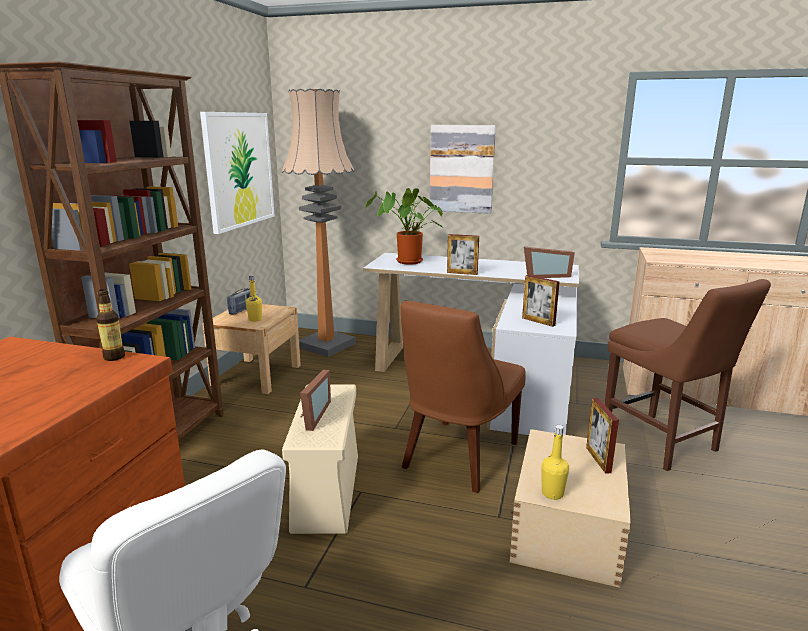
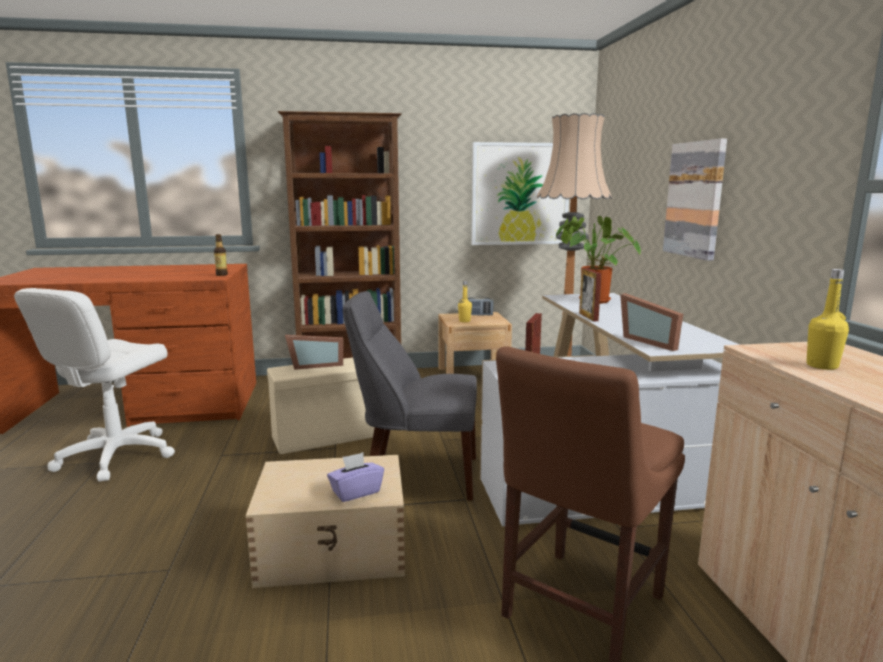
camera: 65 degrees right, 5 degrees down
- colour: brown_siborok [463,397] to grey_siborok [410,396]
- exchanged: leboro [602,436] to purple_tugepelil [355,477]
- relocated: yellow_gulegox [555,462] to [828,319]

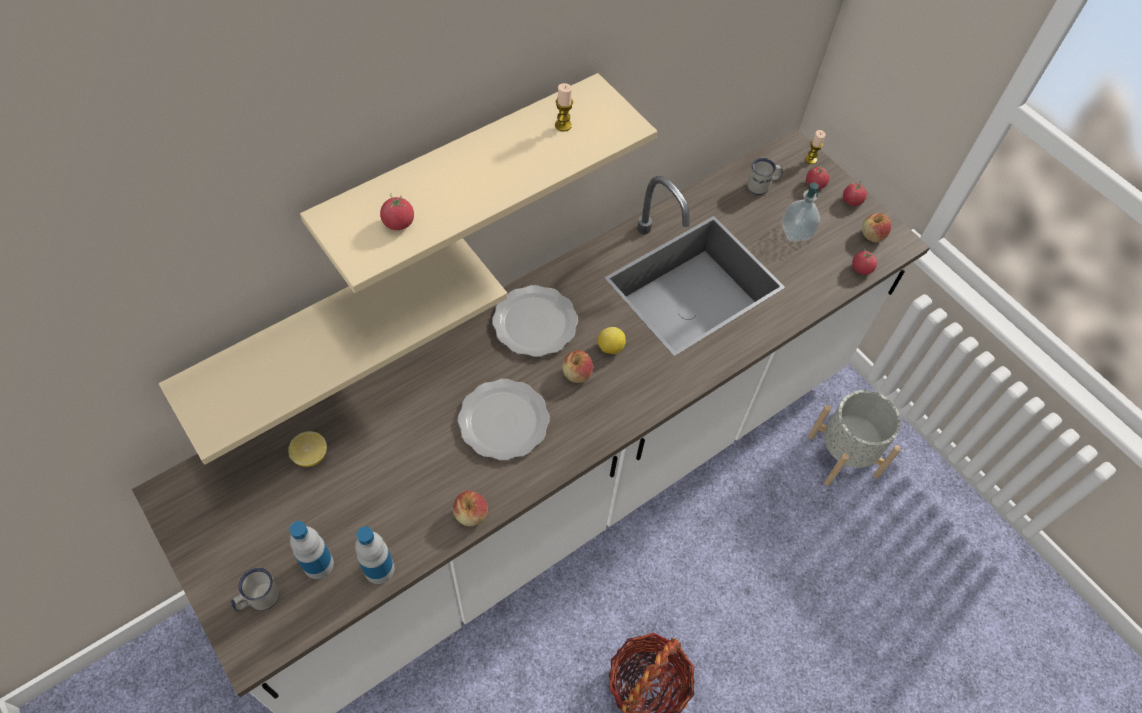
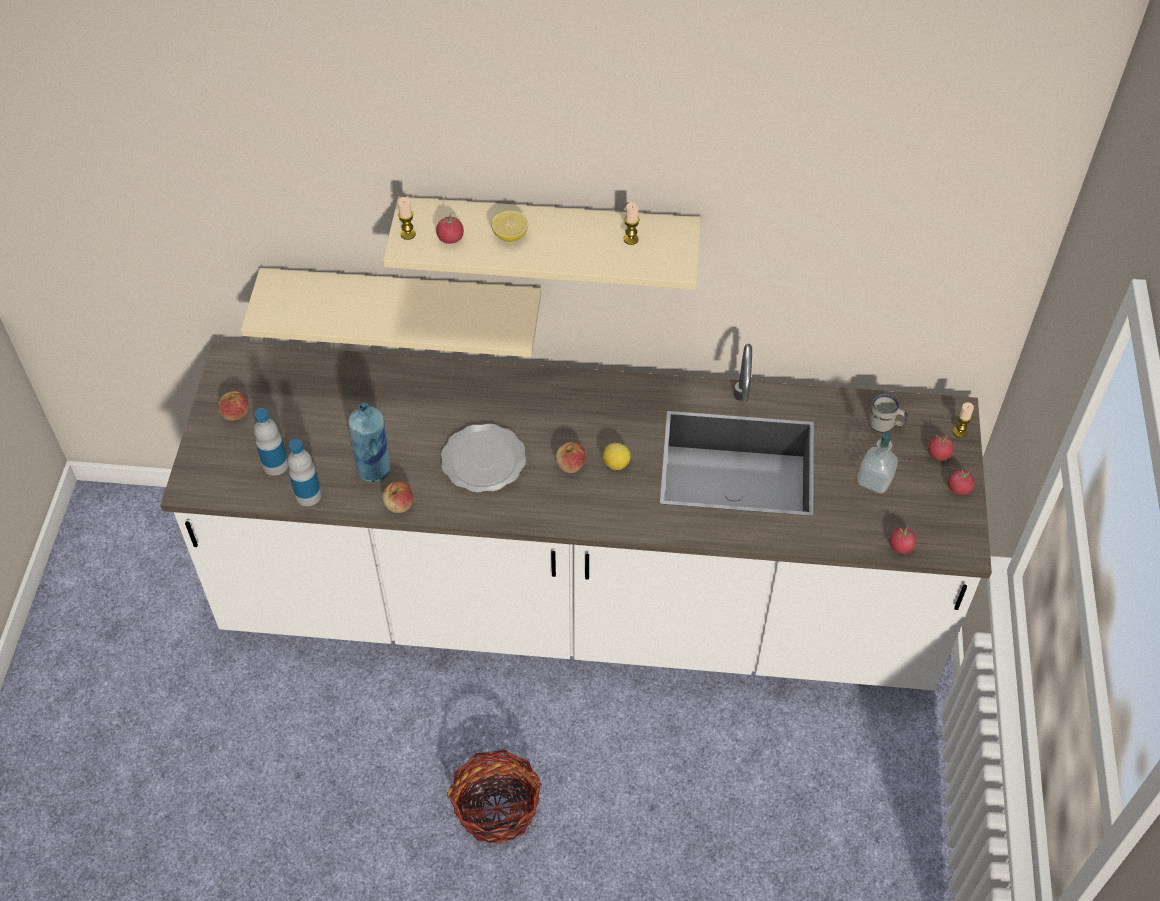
camera: 45 degrees right, 5 degrees down
- relocated: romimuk [876,227] to [233,406]
- missing: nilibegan [535,321]
- missing: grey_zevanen [854,438]
- relocated: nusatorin [307,449] to [509,226]
- missing: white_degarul [255,589]
- appeared: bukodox [407,218]
- appeared: blue_gulegox [369,442]

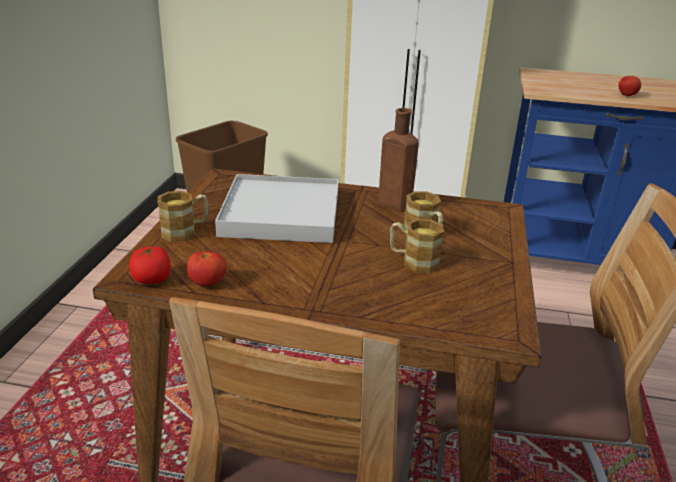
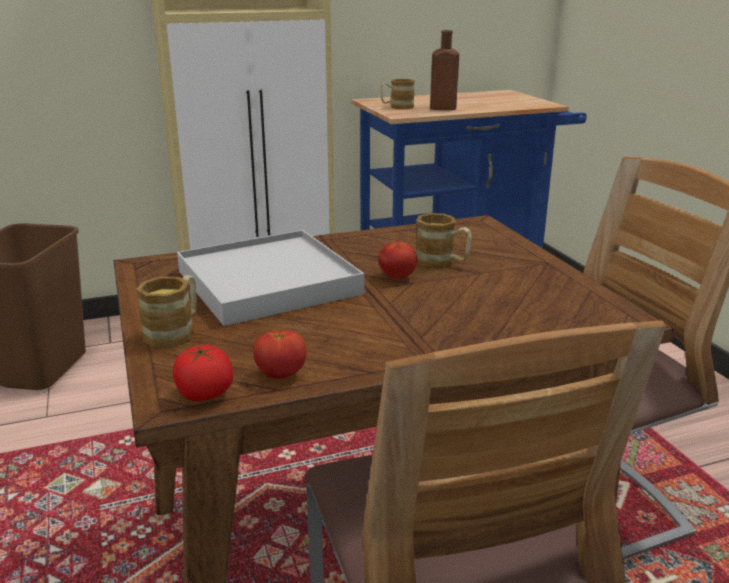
camera: 30 degrees left, 5 degrees down
- relocated: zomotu [630,86] to [398,260]
- relocated: brown_gulegox [398,160] to [444,70]
- relocated: degarul [417,246] to [398,94]

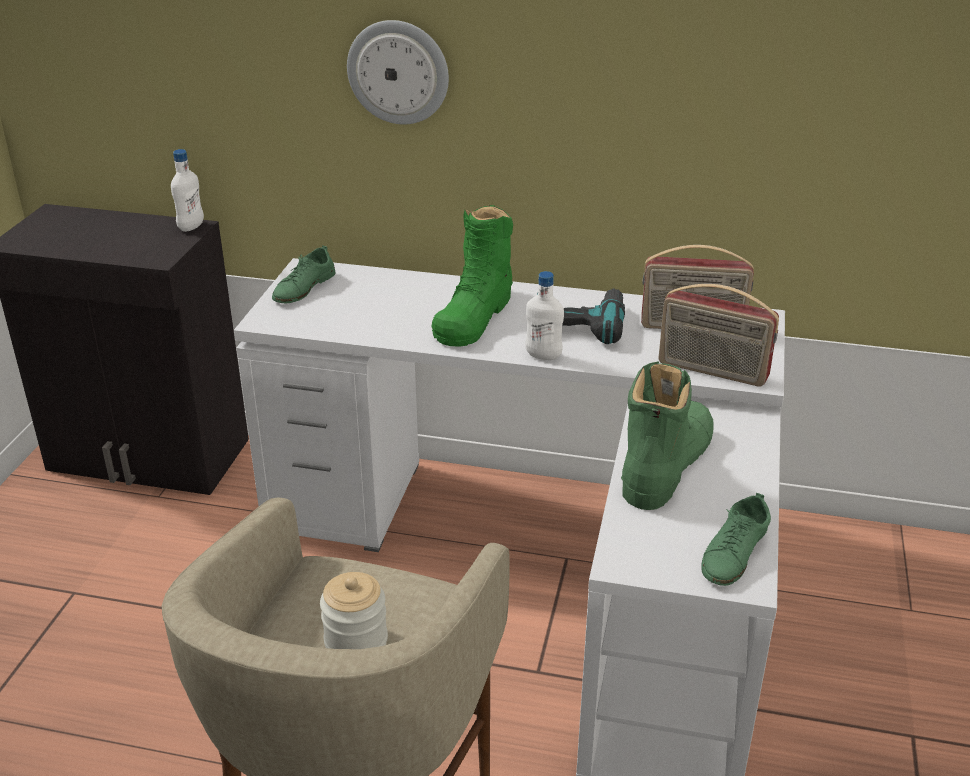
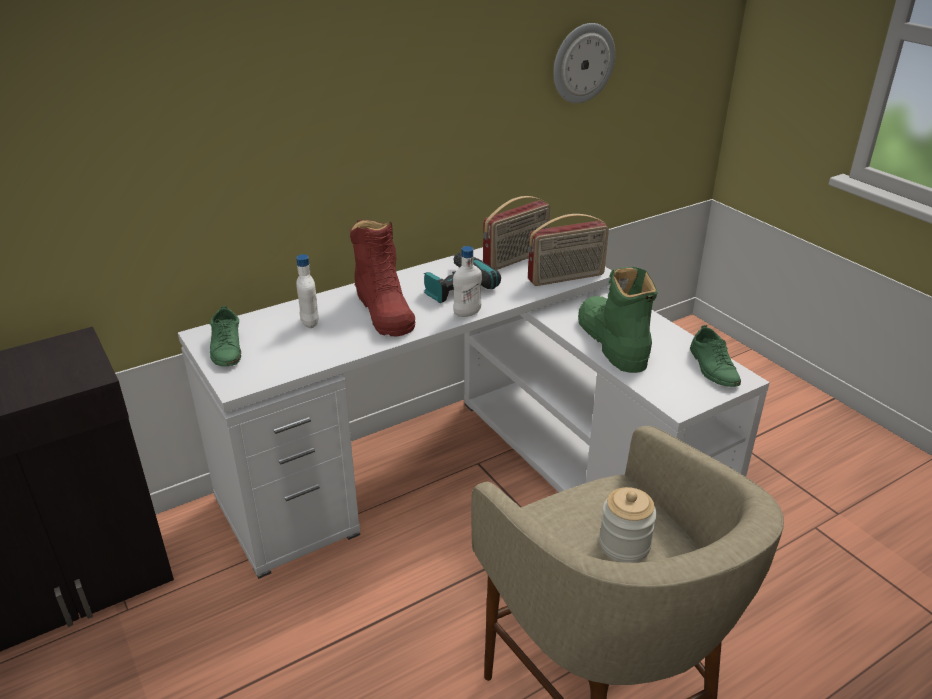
camera: 45 degrees left, 0 degrees up
- relocated: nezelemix [398,72] to [584,63]
- relocated: white_gulegox [187,190] to [307,291]
- colour: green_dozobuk [472,276] to red_dozobuk [382,278]

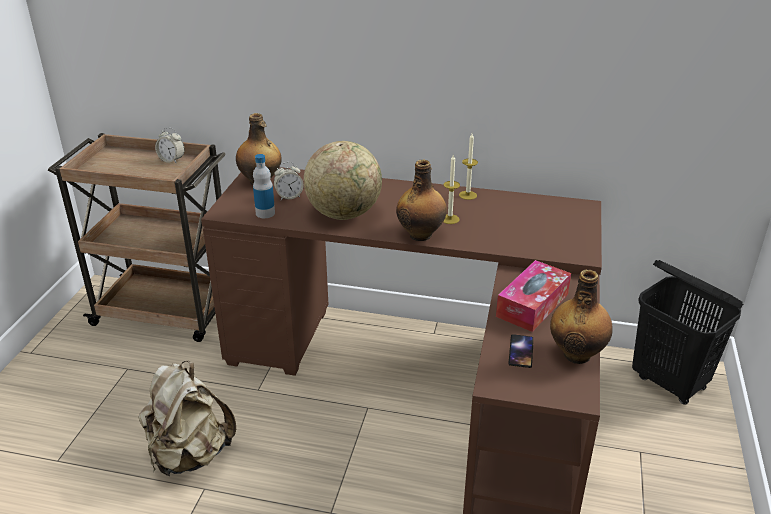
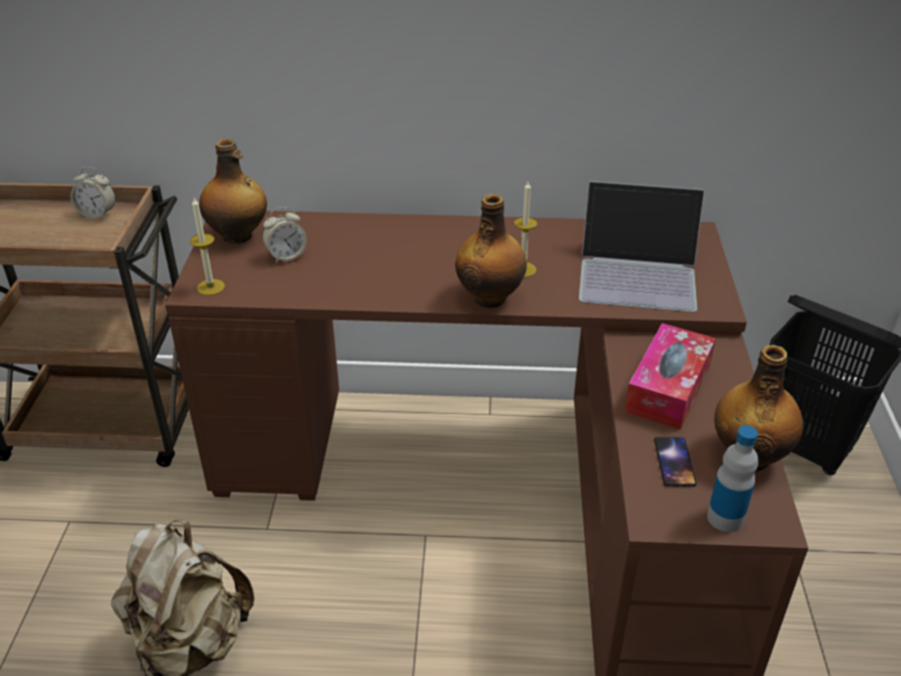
camera: 10 degrees left, 5 degrees up
- relocated: bukodox [468,167] to [207,246]
- missing: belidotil [343,180]
- relocated: gulegox [264,186] to [732,478]
- appeared: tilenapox [642,246]

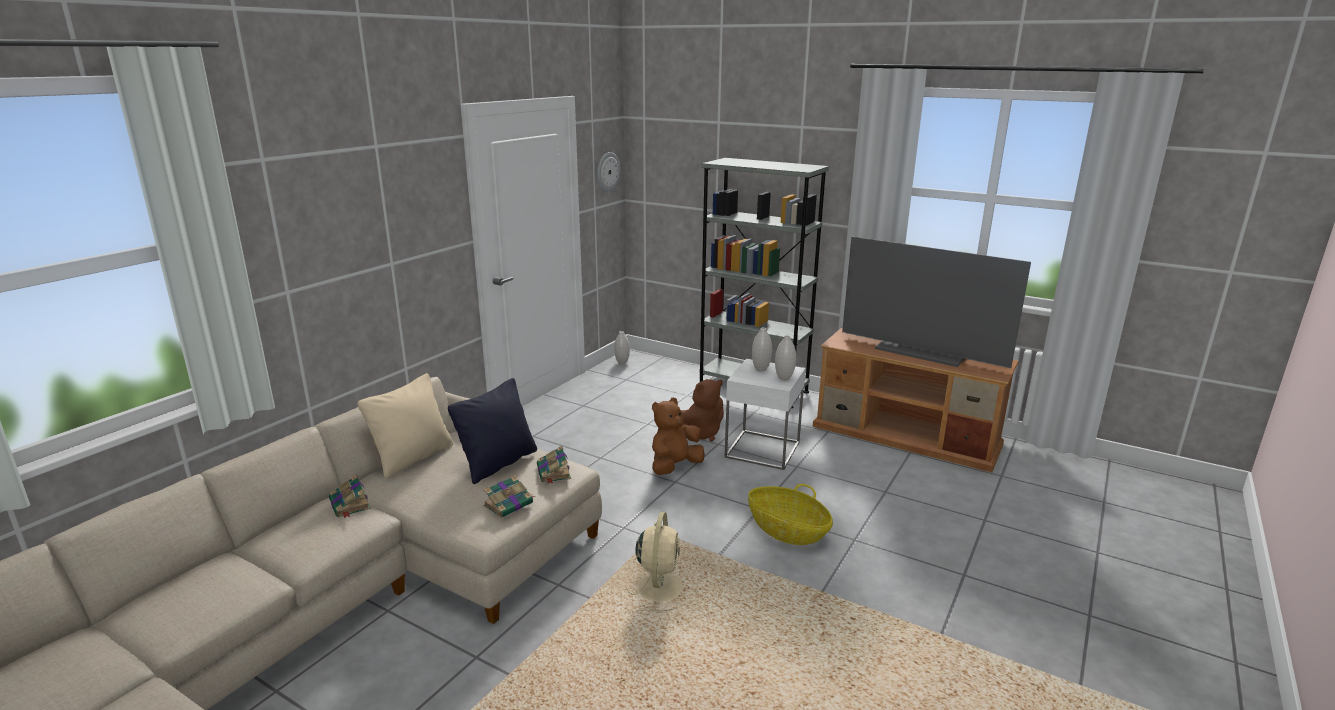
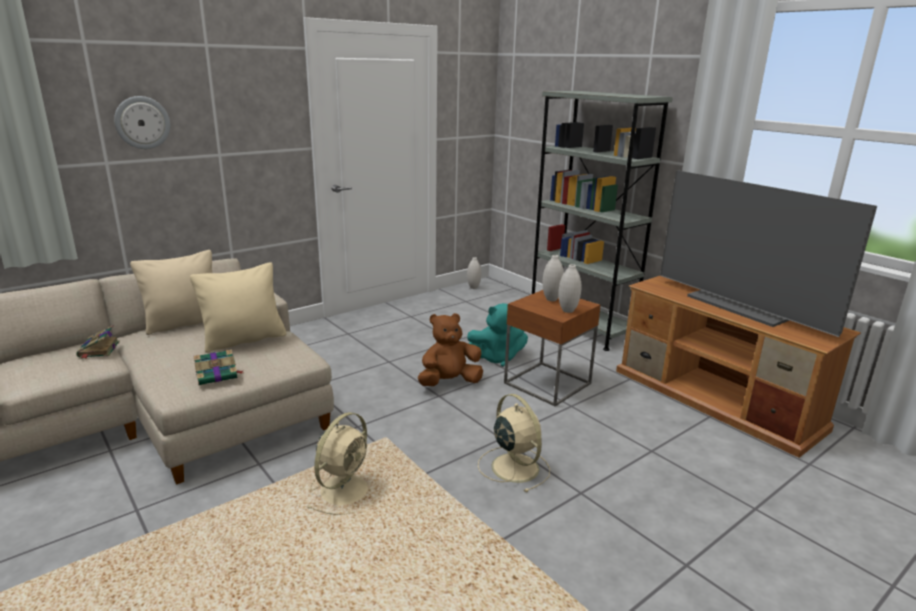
camera: 20 degrees right, 0 degrees up
- relocated: nezelemix [608,172] to [142,122]
- colour: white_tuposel [765,414] to brown_tuposel [552,348]
- colour: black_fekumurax [492,431] to beige_fekumurax [238,307]
- colour: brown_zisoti [702,410] to turquoise_zisoti [497,335]
- missing: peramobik [554,465]
- exchanged: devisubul [790,514] to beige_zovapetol [514,443]

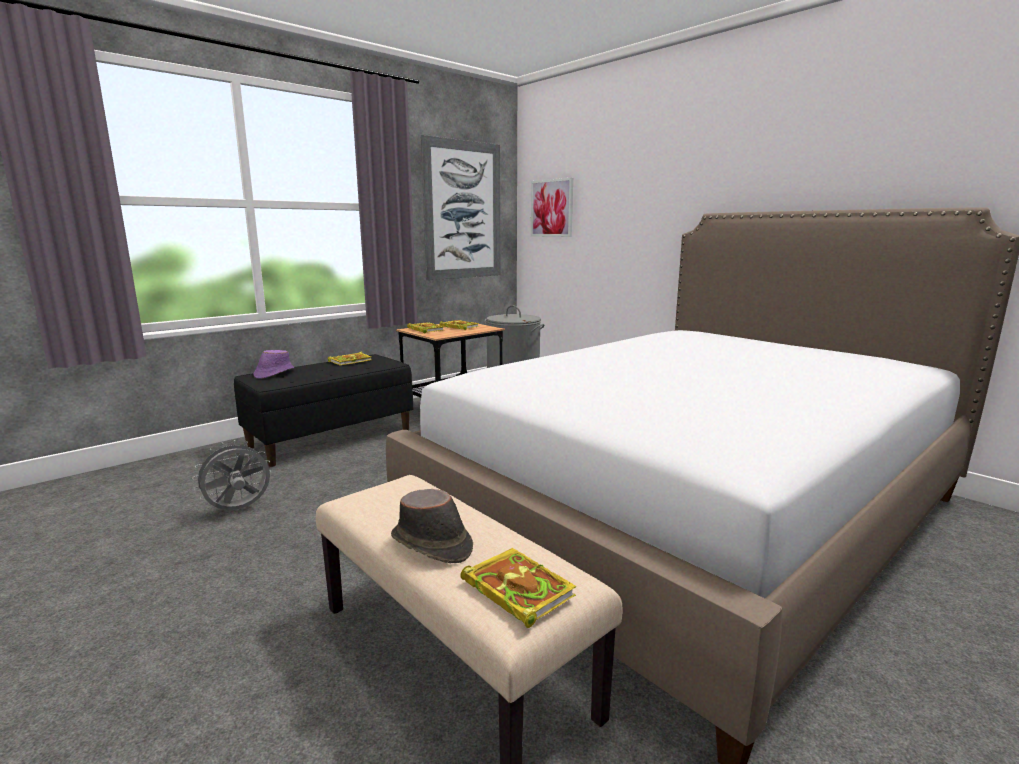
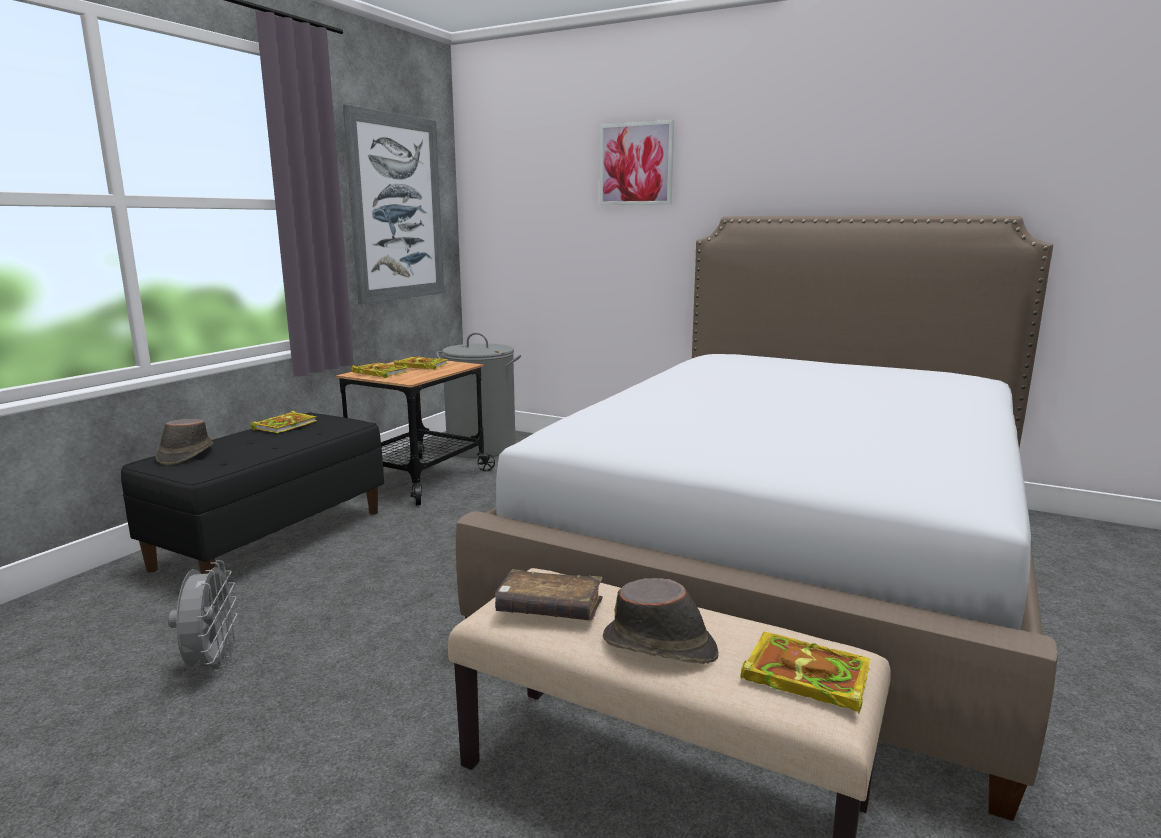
camera: 20 degrees left, 0 degrees up
- relocated: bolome [552,207] to [636,162]
- colour: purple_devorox [273,364] to brown_devorox [184,442]
- spun: grey_zovapetol [231,475] = [202,616] 135 degrees clockwise
- appeared: brown_peramobik [549,594]

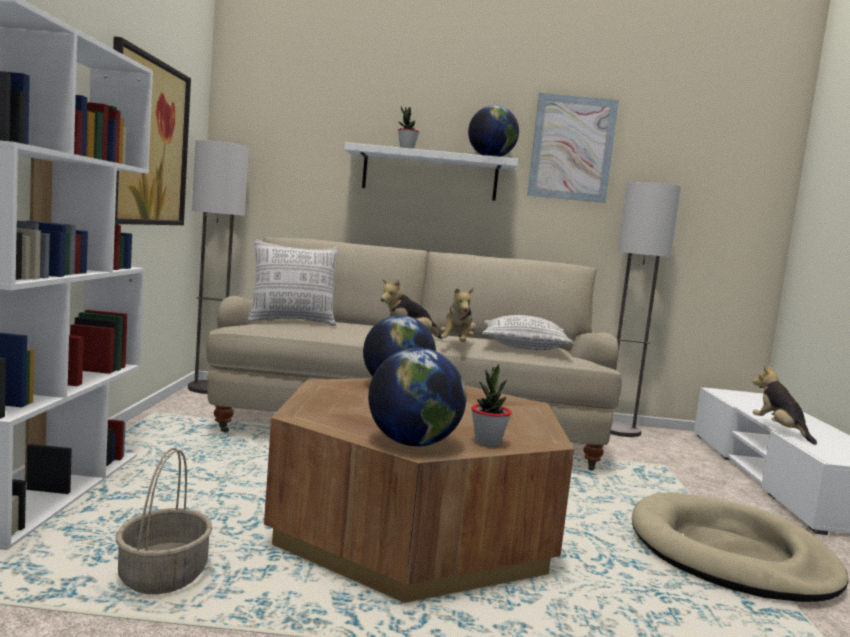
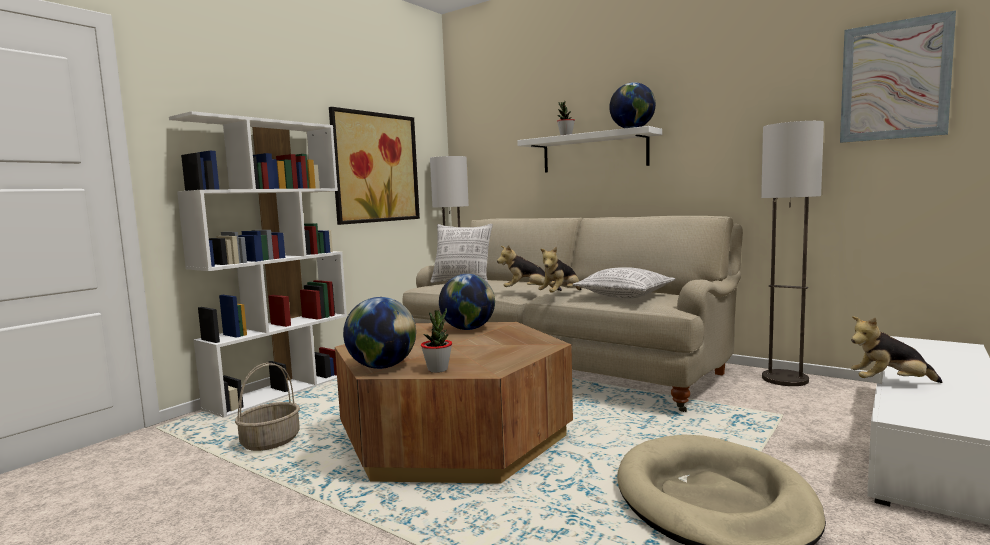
camera: 35 degrees right, 0 degrees up
- relocated: bolome [573,148] to [898,77]
- spun: zisoti [785,405] = [896,349] 105 degrees counterclockwise

